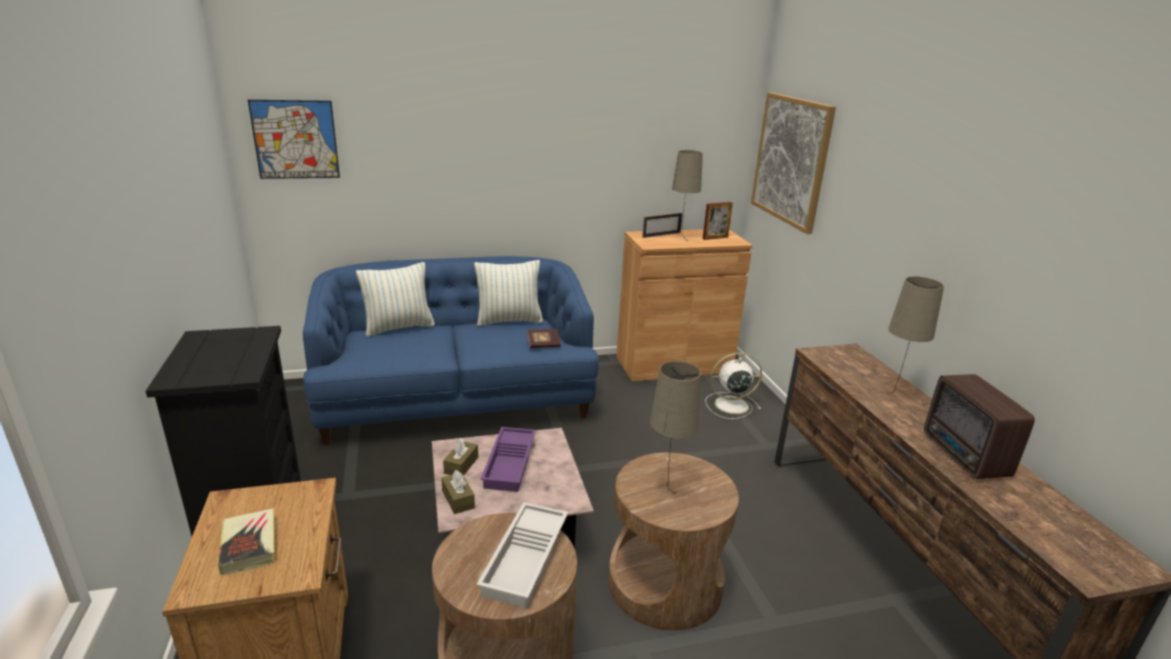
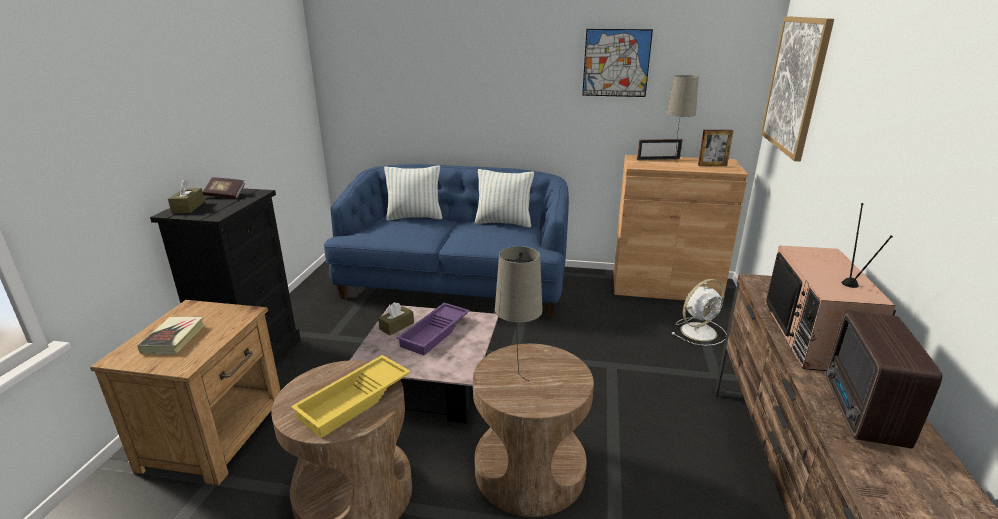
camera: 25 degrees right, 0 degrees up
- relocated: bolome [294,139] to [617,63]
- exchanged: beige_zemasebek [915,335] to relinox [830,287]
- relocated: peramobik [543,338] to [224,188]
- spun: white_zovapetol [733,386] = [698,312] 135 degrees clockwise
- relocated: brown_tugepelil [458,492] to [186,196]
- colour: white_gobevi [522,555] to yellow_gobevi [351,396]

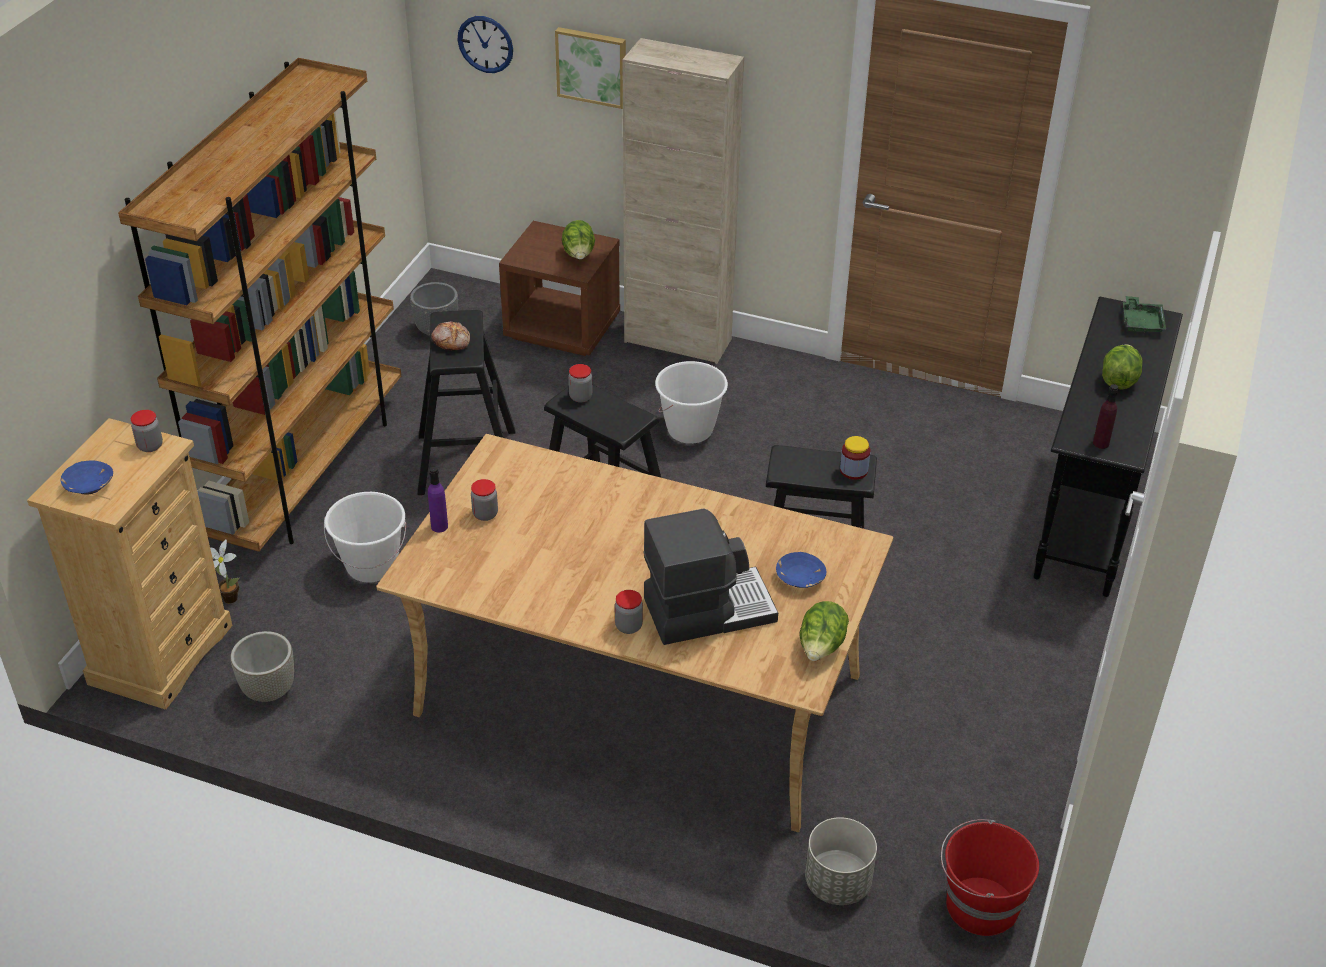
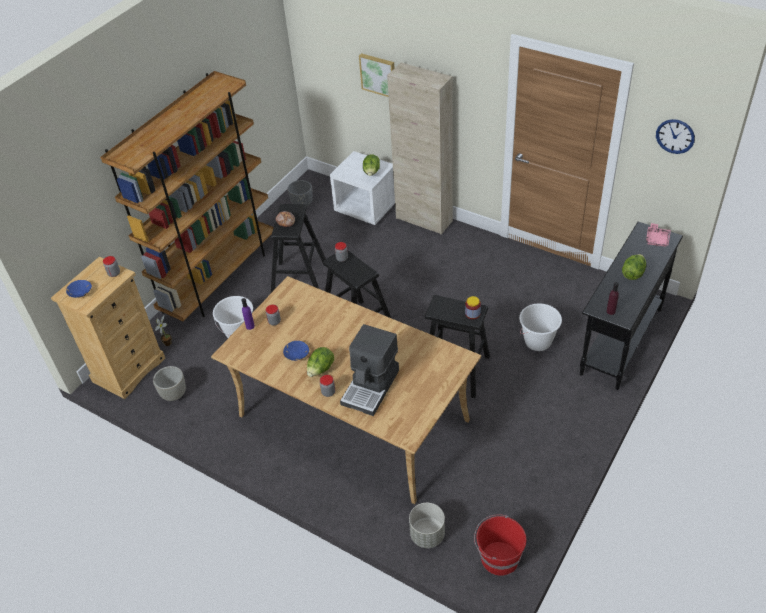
camera: 15 degrees right, 5 degrees up
- relocated: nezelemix [485,44] to [675,136]
- colour: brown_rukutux [559,288] to white_rukutux [362,188]
- colour: green_gobevi [1144,314] to pink_gobevi [658,234]
- relocated: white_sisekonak [691,402] to [540,327]
- spun: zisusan [710,577] = [369,370] 120 degrees clockwise
- relocated: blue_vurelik [801,570] to [296,351]
- relocated: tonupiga [824,631] to [320,362]

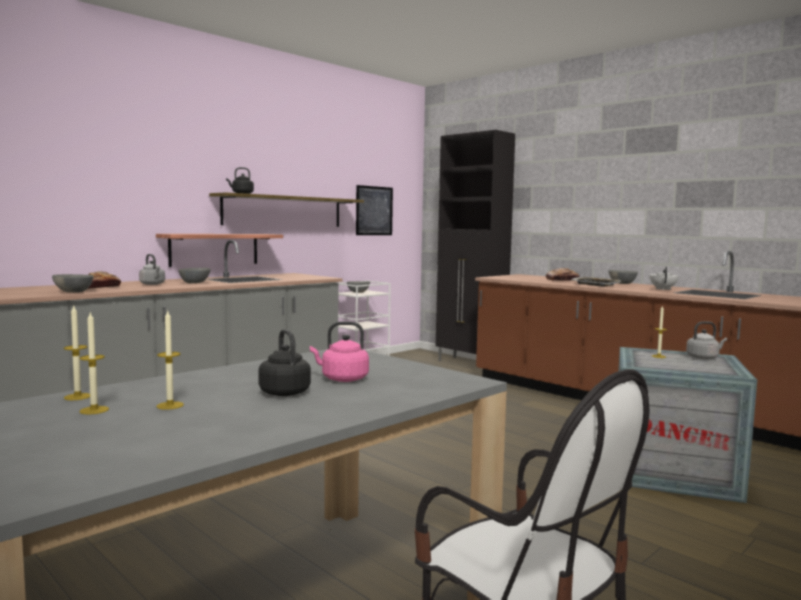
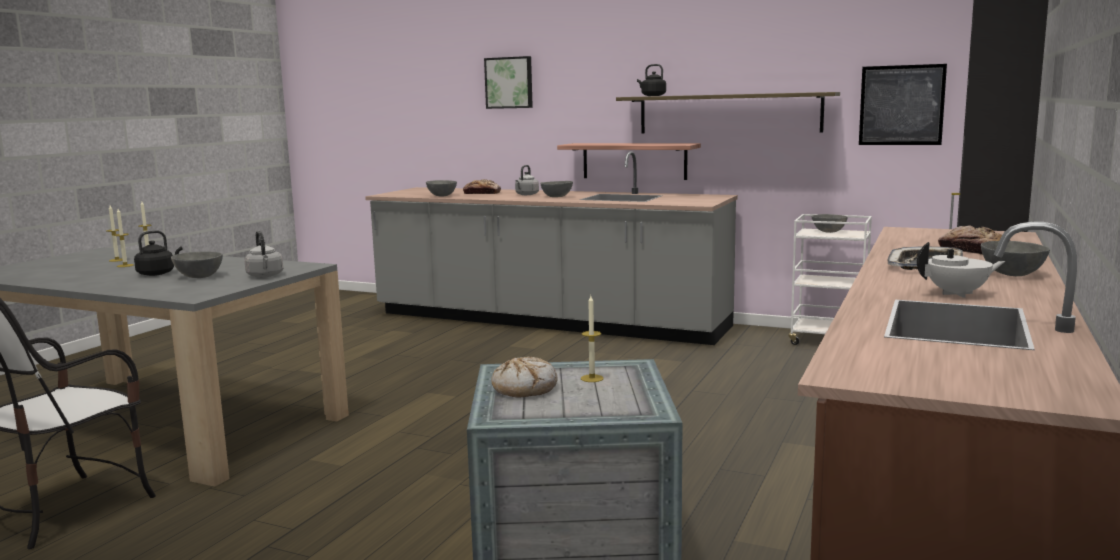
camera: 70 degrees right, 5 degrees up
- exchanged: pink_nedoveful [339,351] to grey_vurelik [197,264]
- relocated: grey_nedoveful [706,340] to [263,254]
- appeared: bolome [508,82]
- appeared: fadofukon [524,377]

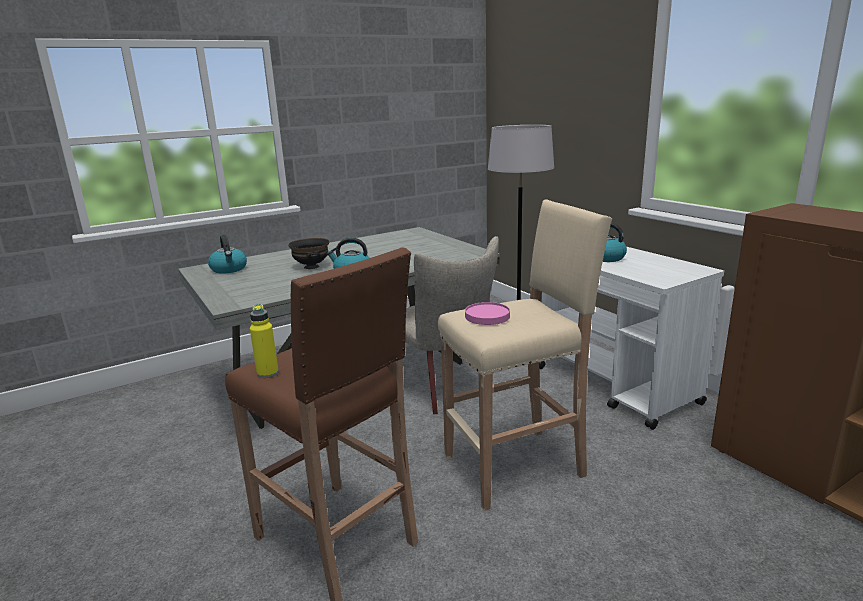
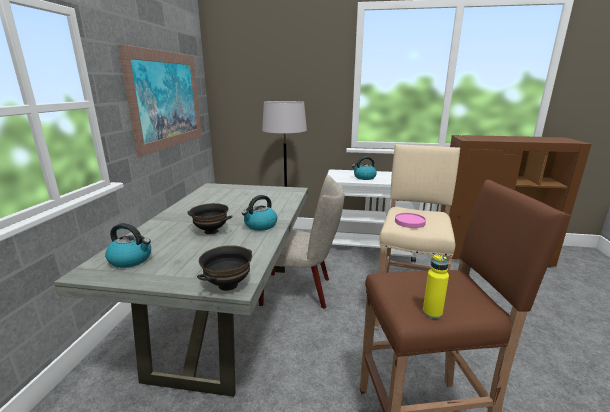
camera: 50 degrees left, 0 degrees up
- appeared: bolome [160,100]
- appeared: black_vurelik [224,268]

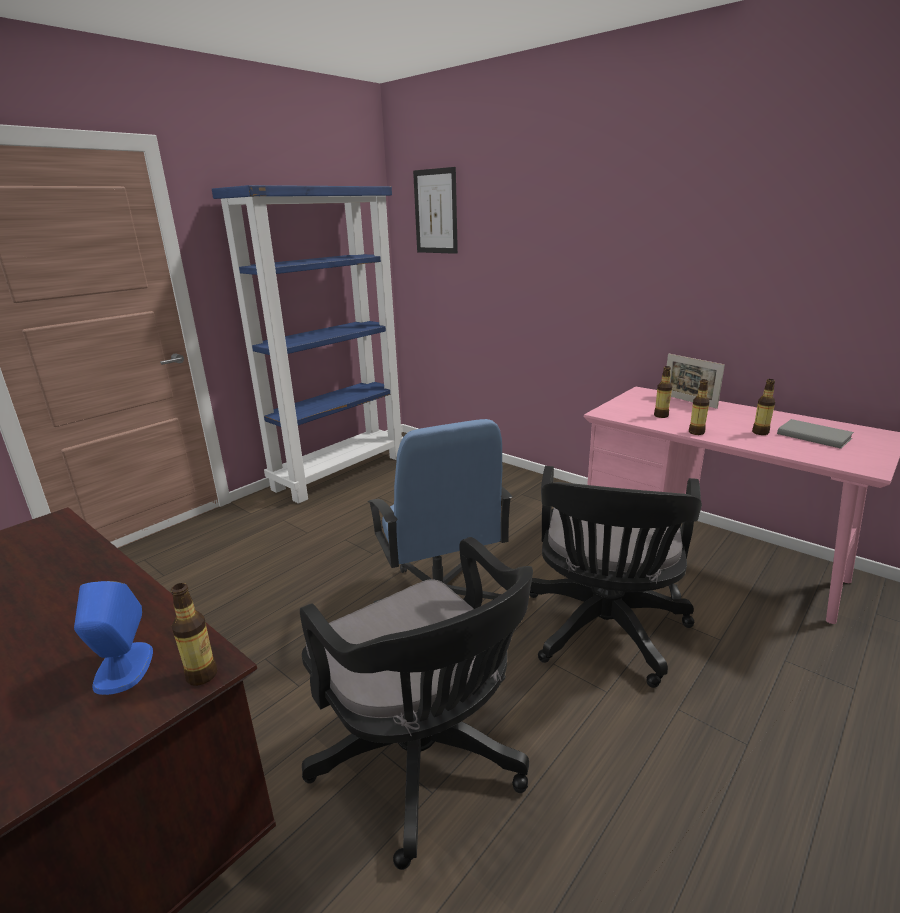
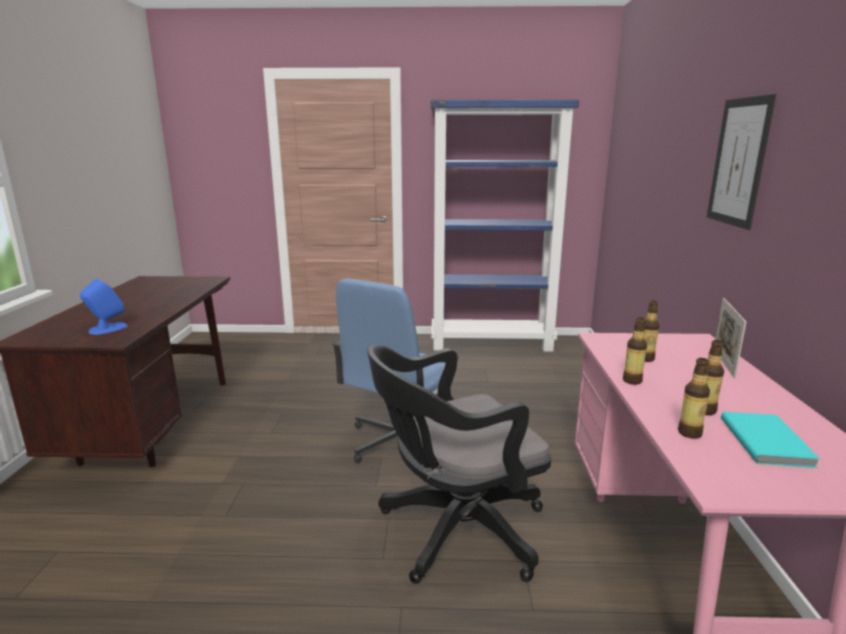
camera: 50 degrees right, 5 degrees down
- relocated: bolome [435,210] to [741,162]
- colour: grey_peramobik [815,434] to turquoise_peramobik [770,440]
- missing: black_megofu [416,703]
- relocated: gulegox [194,634] to [694,398]

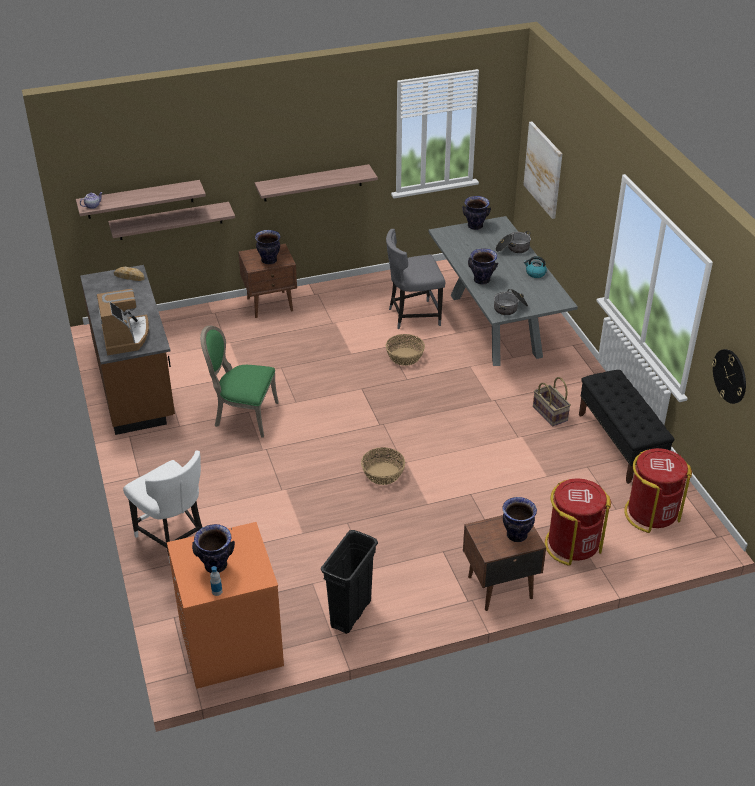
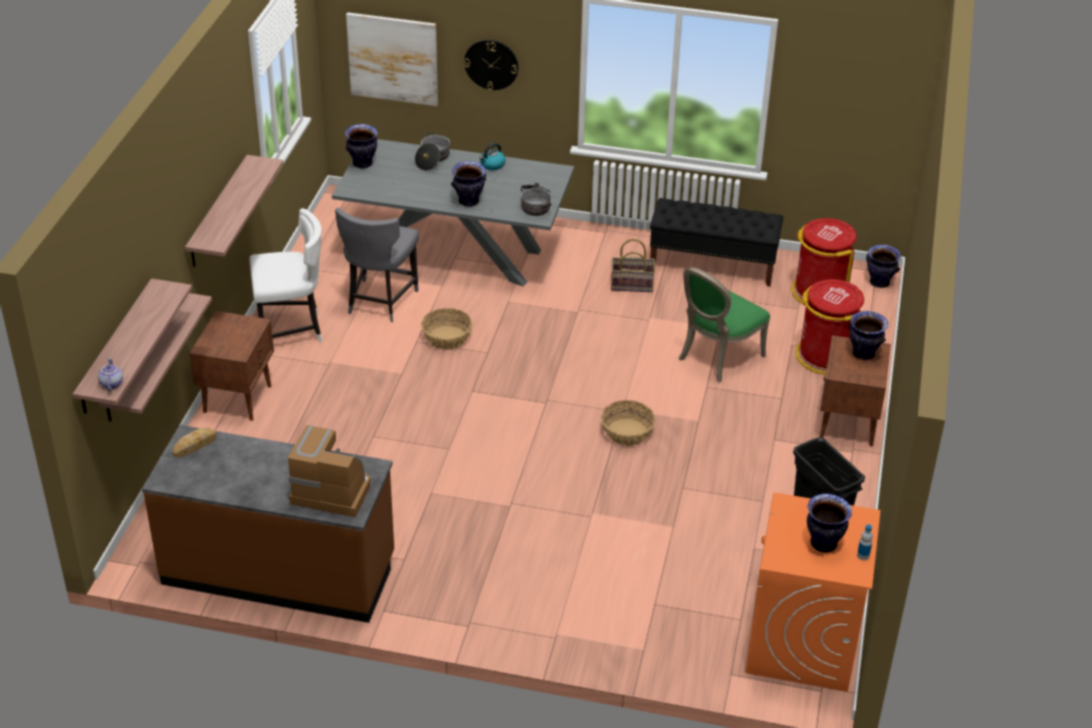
camera: 60 degrees left, 0 degrees up
- relocated: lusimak [267,247] to [883,266]
- relocated: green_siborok [239,381] to [724,325]
- relocated: nezelemix [729,376] to [491,65]
- relocated: white_siborok [162,507] to [285,275]

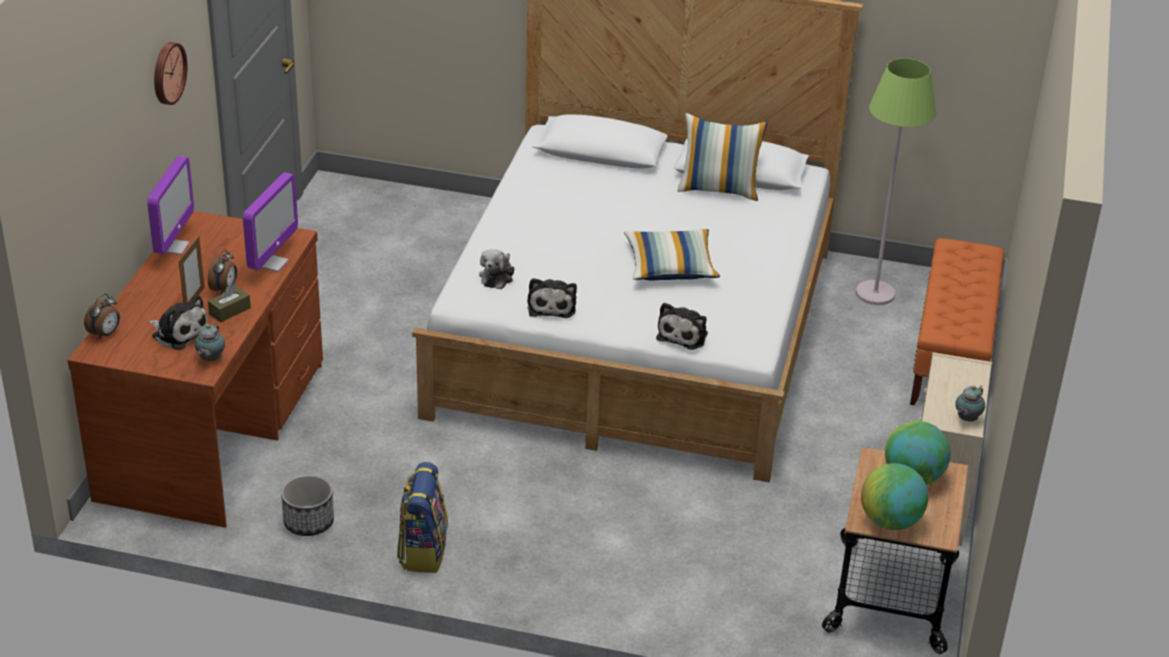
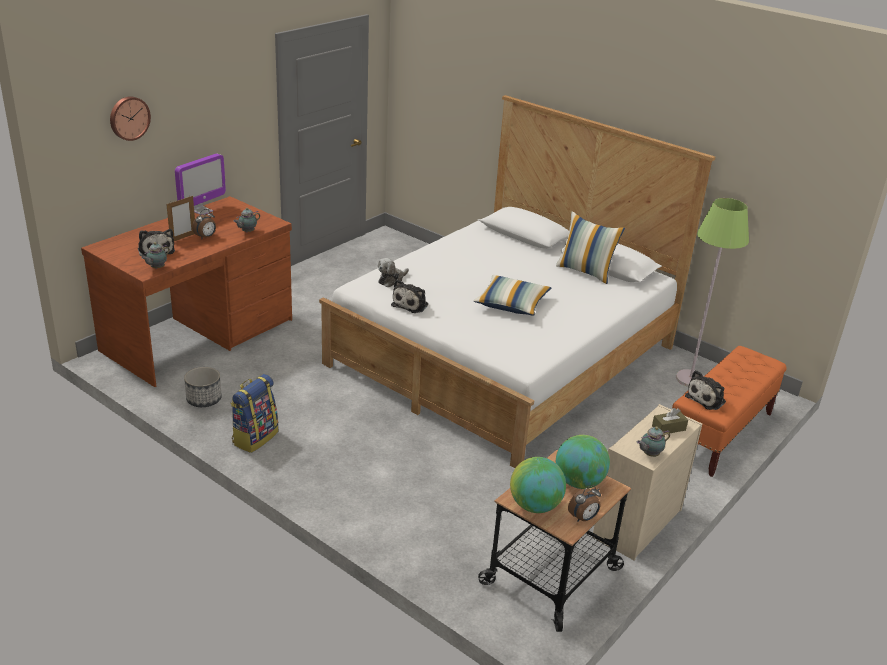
camera: 25 degrees right, 5 degrees down
- relocated: nezelemix [171,73] to [130,118]
- exchanged: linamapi [270,222] to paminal [247,220]
- relocated: brown_tugepelil [229,303] to [670,420]
- relocated: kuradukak [102,316] to [584,503]
- relocated: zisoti [682,326] to [705,390]

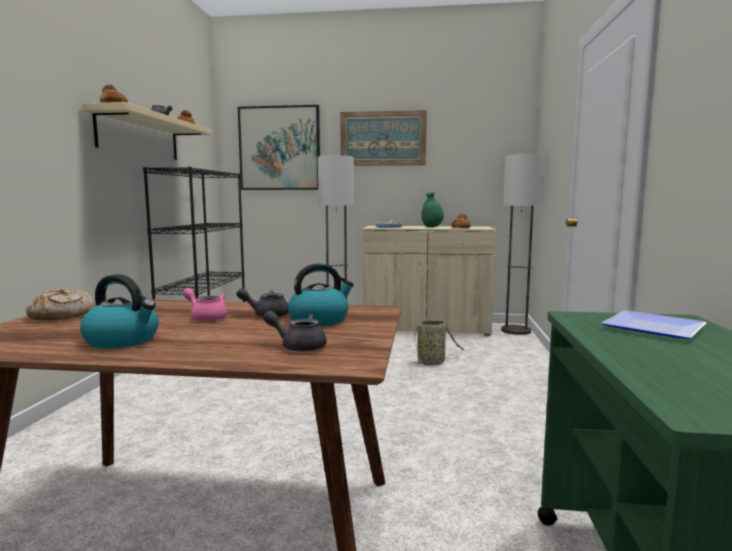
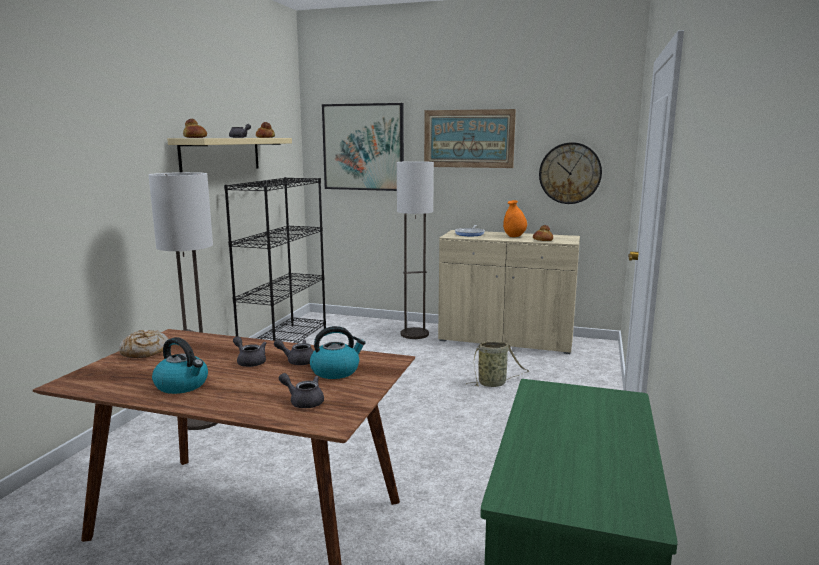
camera: 10 degrees right, 5 degrees up
- relocated: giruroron [522,244] to [183,301]
- colour: green_lusimak [432,209] to orange_lusimak [515,218]
- colour: pink_paminal [205,305] to grey_paminal [249,351]
- missing: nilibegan [654,324]
- appeared: nezelemix [570,173]

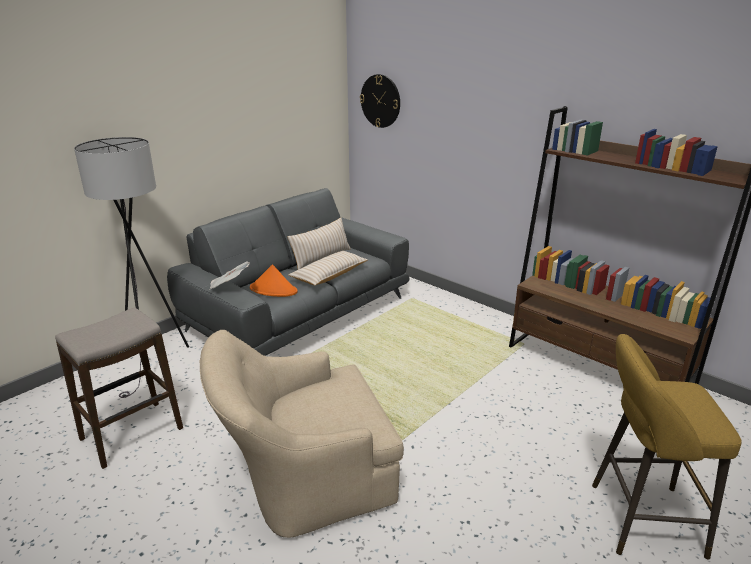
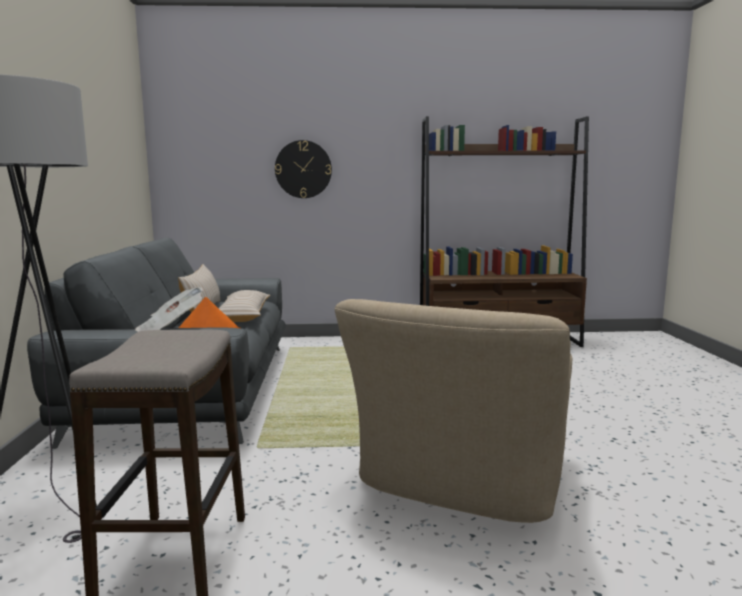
camera: 45 degrees left, 15 degrees down
- relocated: nezelemix [380,101] to [303,169]
- missing: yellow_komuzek [667,447]

